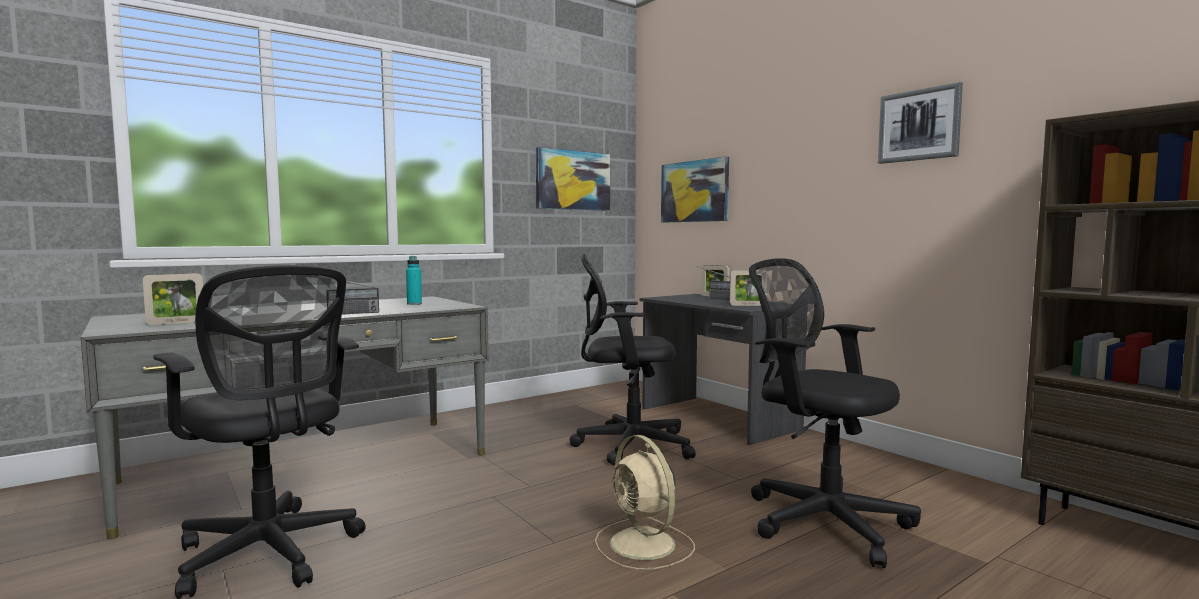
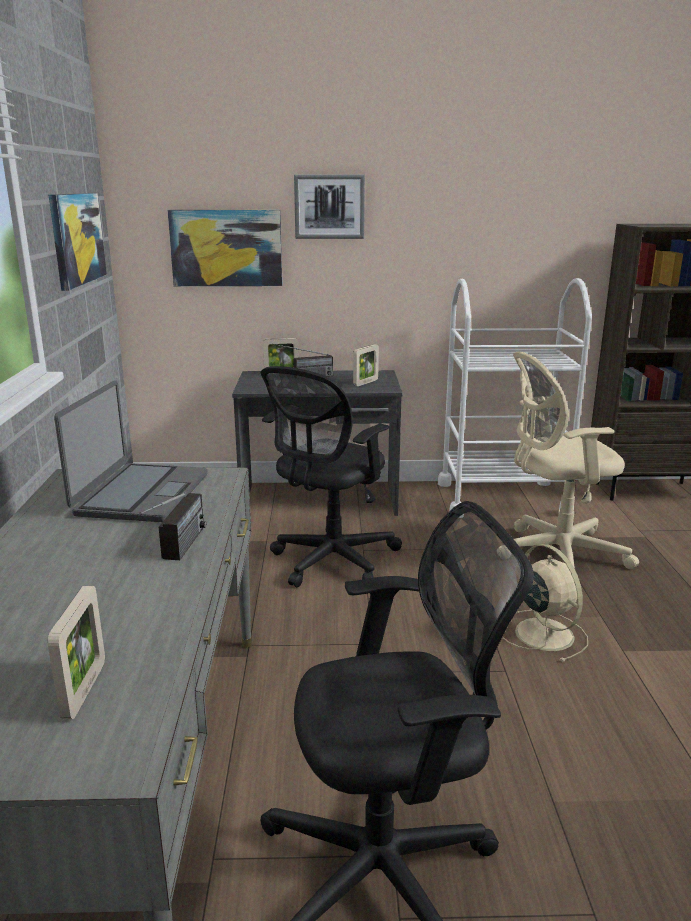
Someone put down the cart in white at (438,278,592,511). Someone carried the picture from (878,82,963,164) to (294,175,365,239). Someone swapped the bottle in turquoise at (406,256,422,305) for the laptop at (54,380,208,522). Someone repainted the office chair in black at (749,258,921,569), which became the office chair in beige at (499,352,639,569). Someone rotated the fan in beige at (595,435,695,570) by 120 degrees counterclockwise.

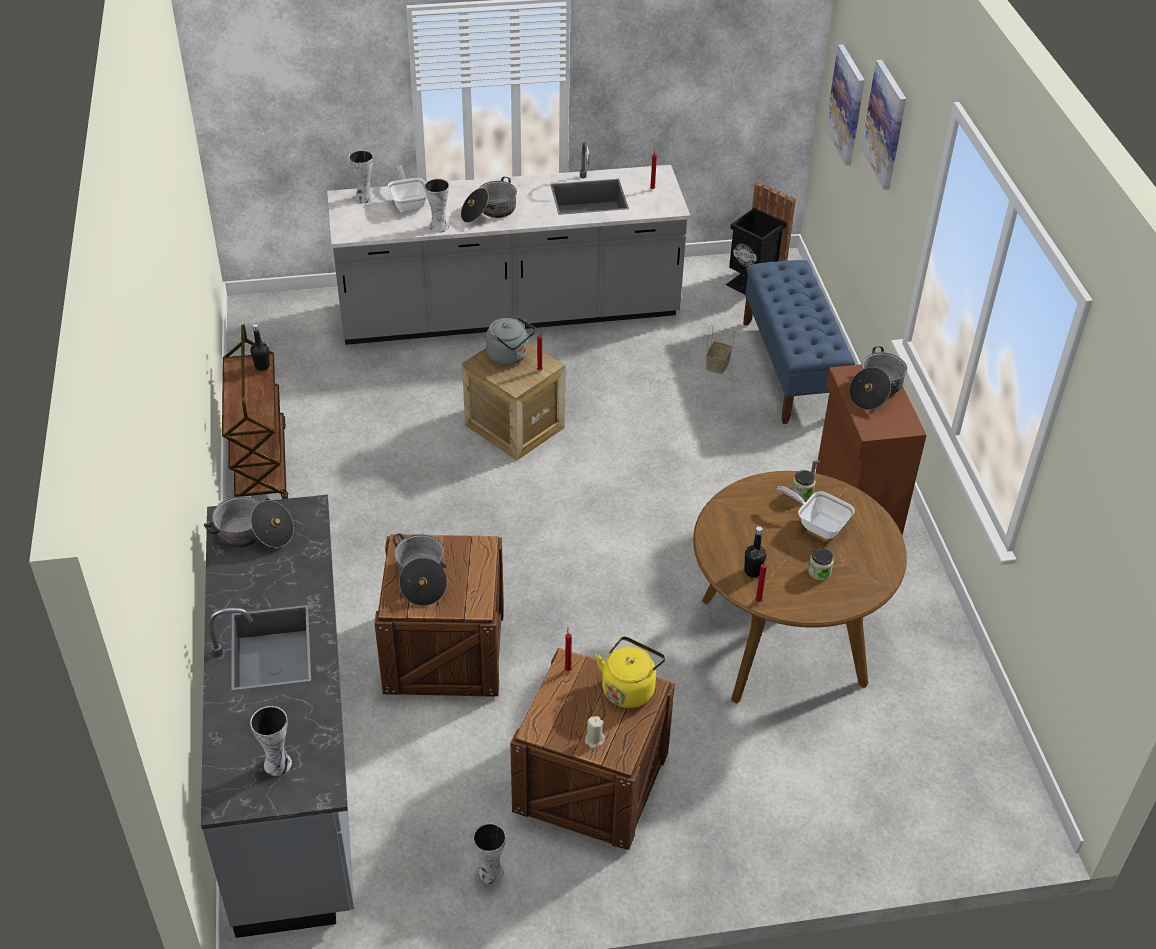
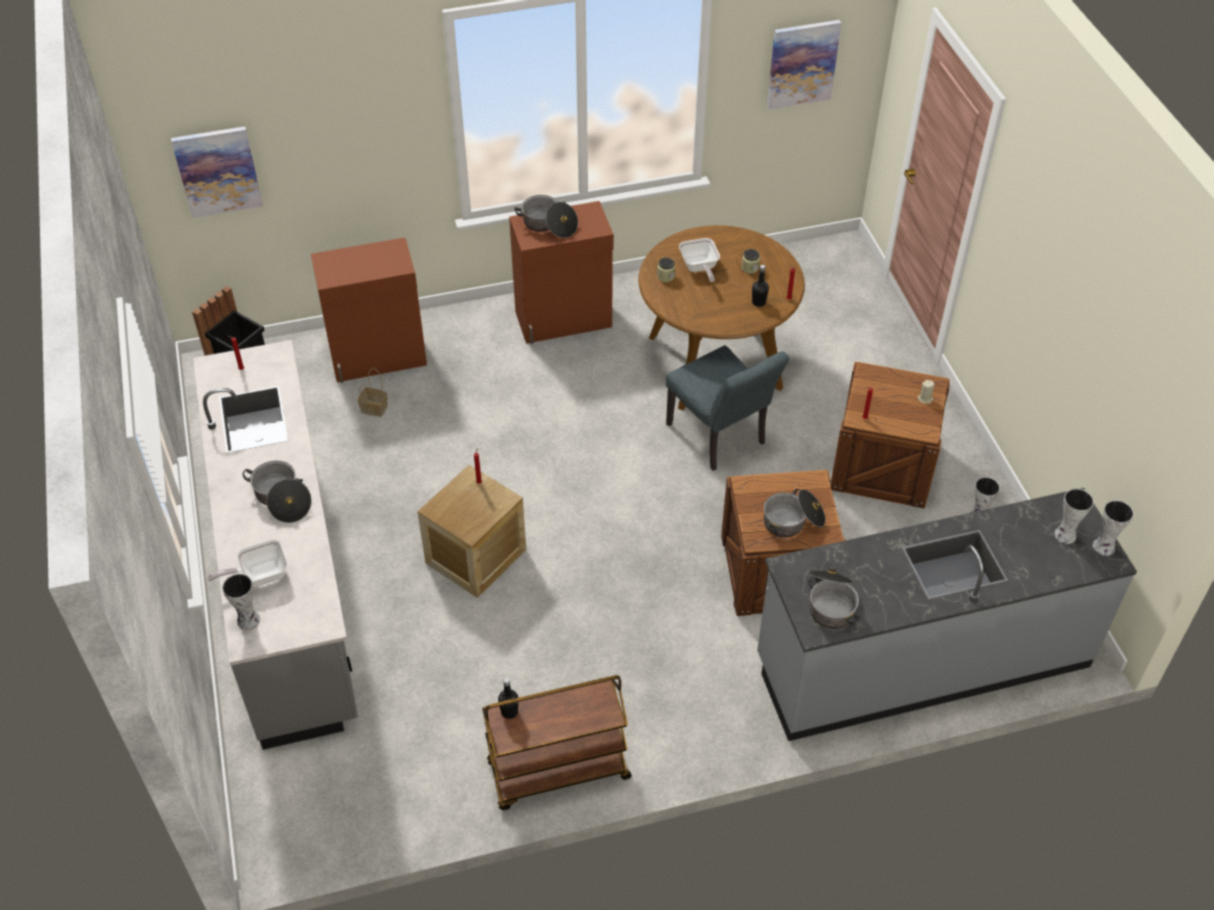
Someone took away the kettle in grey at (486,317,536,365). Someone took away the kettle in yellow at (596,636,665,708). Someone put down the chair in grey at (666,345,789,471). Someone carried the vase from (425,178,449,233) to (1093,500,1134,556). Someone carried the picture from (861,60,906,190) to (767,20,841,110). Someone swapped the bench in blue at (743,260,855,424) for the cabinet in brown at (311,237,427,383). Someone rotated the frying pan at (776,486,855,539) by 45 degrees counterclockwise.

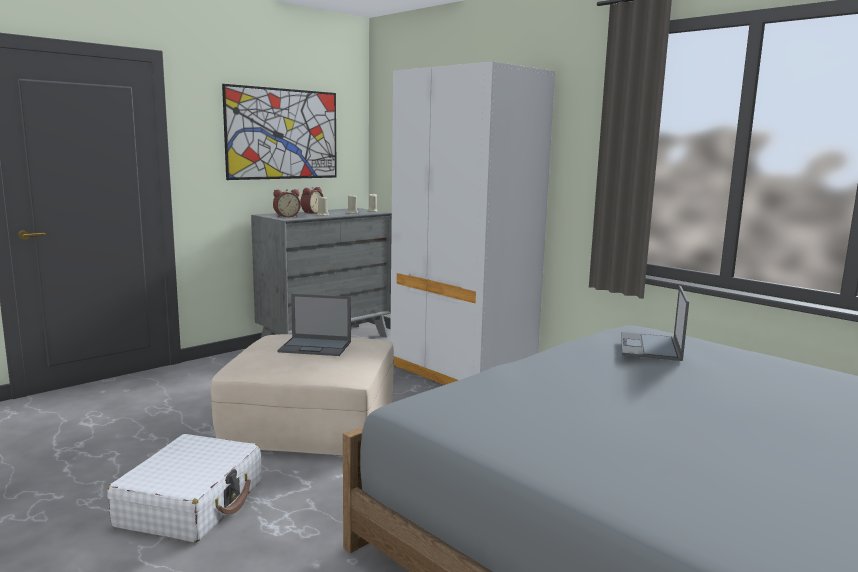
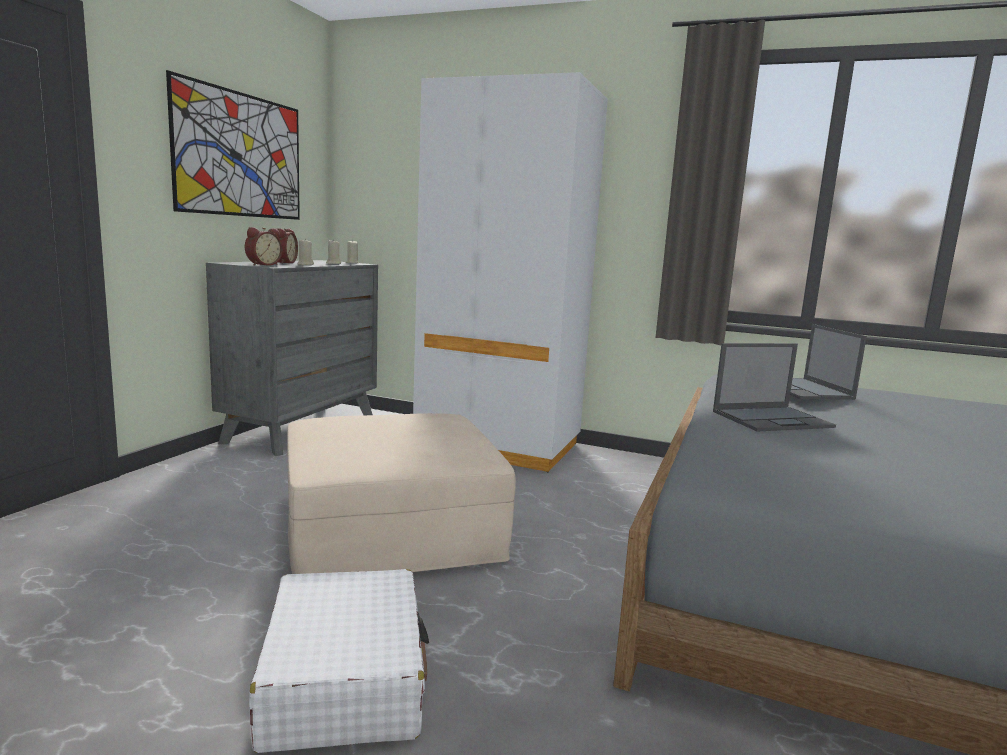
Someone carried the laptop from (277,294,351,356) to (713,343,836,432).

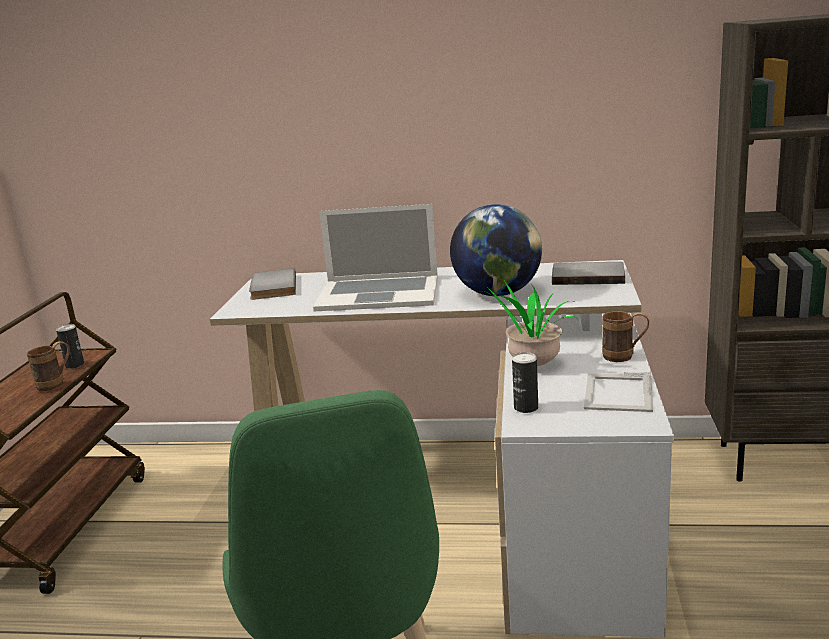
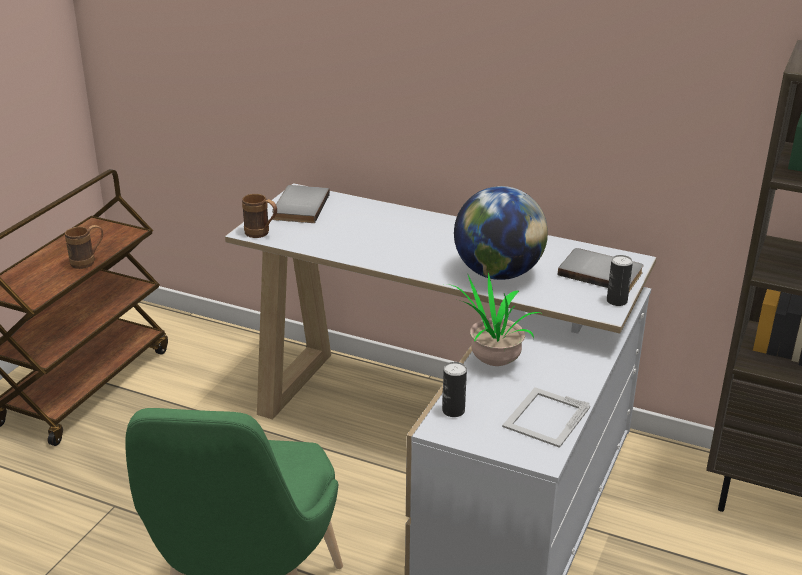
Someone took away the laptop at (313,204,438,311). Someone carried the can from (56,324,84,369) to (607,255,633,306). Someone carried the mug in brown from (602,311,649,362) to (242,194,277,238).

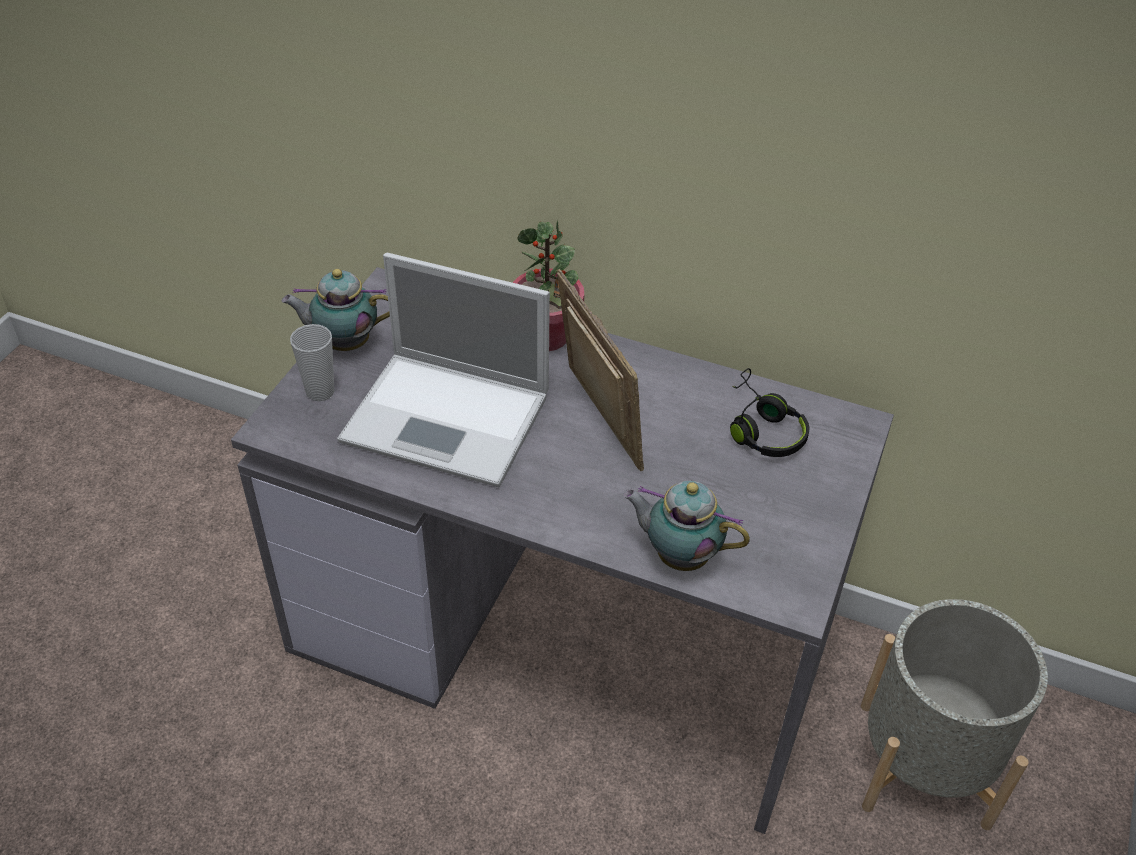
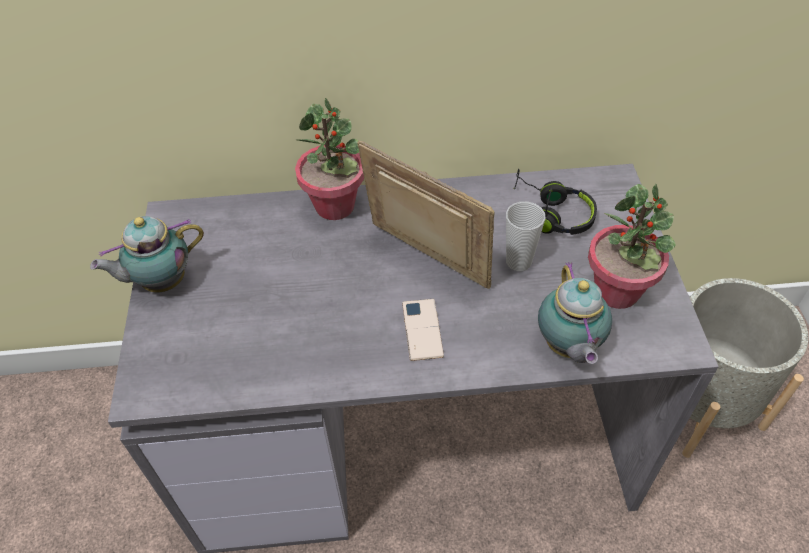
Someone took away the laptop at (337,252,550,487). Someone put down the phone at (402,299,444,361). Someone put down the potted plant at (588,184,676,309). Someone carried the cup from (290,324,335,401) to (506,201,546,271). Someone rotated the teapot at (623,481,750,571) by 90 degrees counterclockwise.

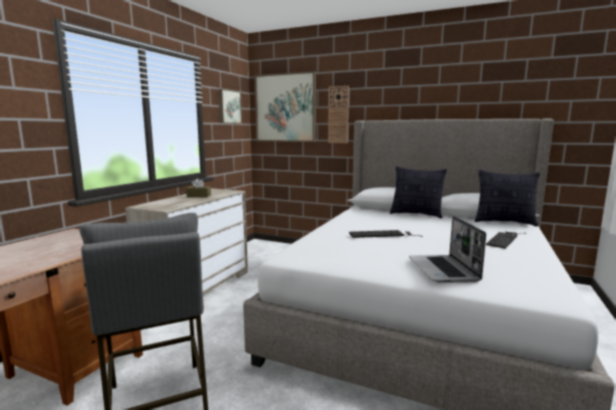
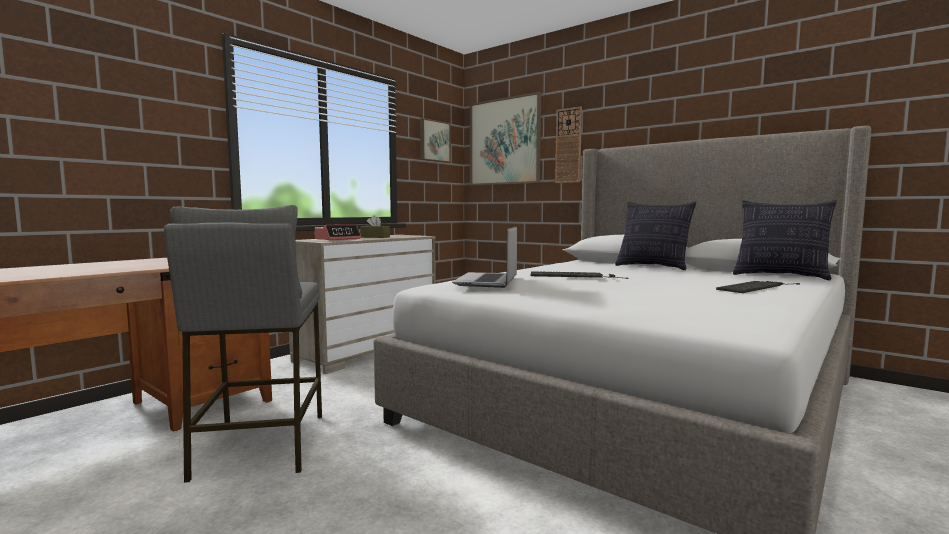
Someone put down the alarm clock at (315,224,361,240). Someone carried the laptop from (409,216,486,283) to (452,226,517,288).

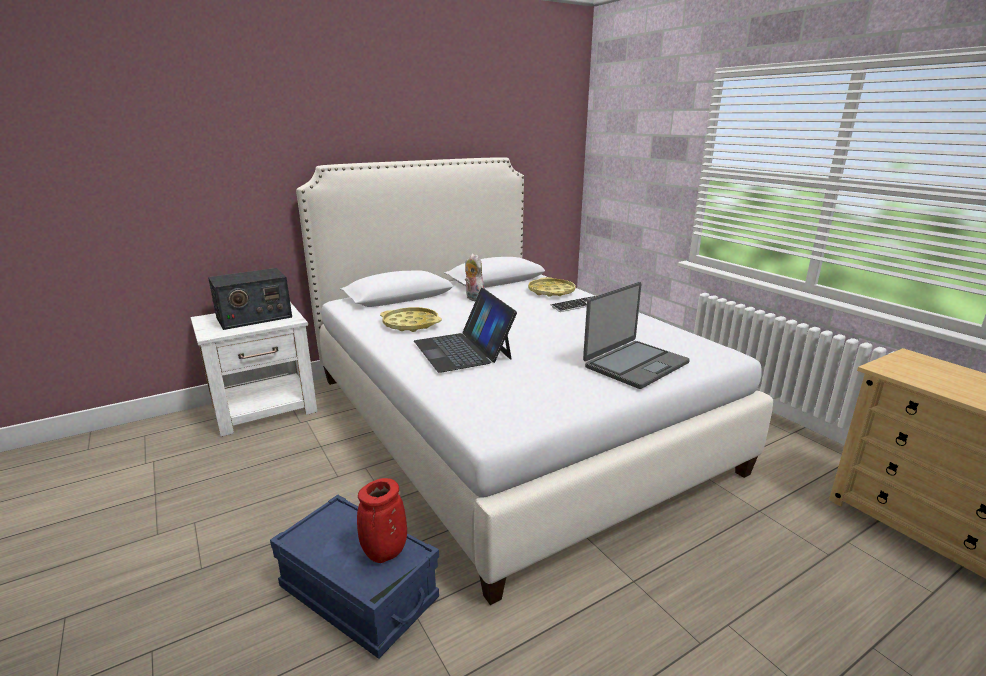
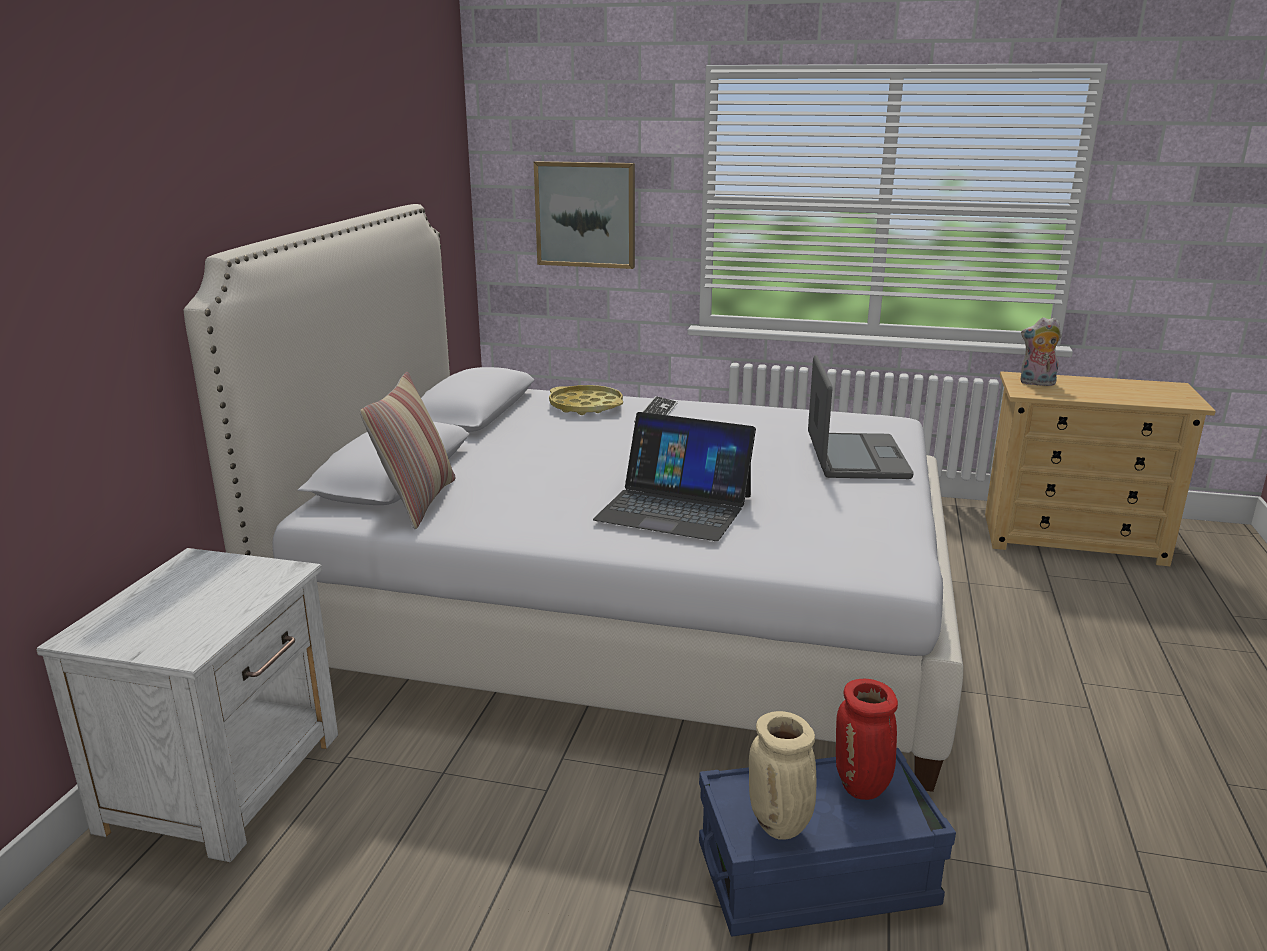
Someone took away the radio at (208,268,292,330). Someone took away the tray in yellow at (380,307,442,332). Someone put down the pillow at (360,372,456,529). Someone put up the picture at (534,161,635,269). Someone put down the vase in beige at (749,711,816,840). Someone carried the plush toy from (465,254,485,301) to (1020,317,1062,386).

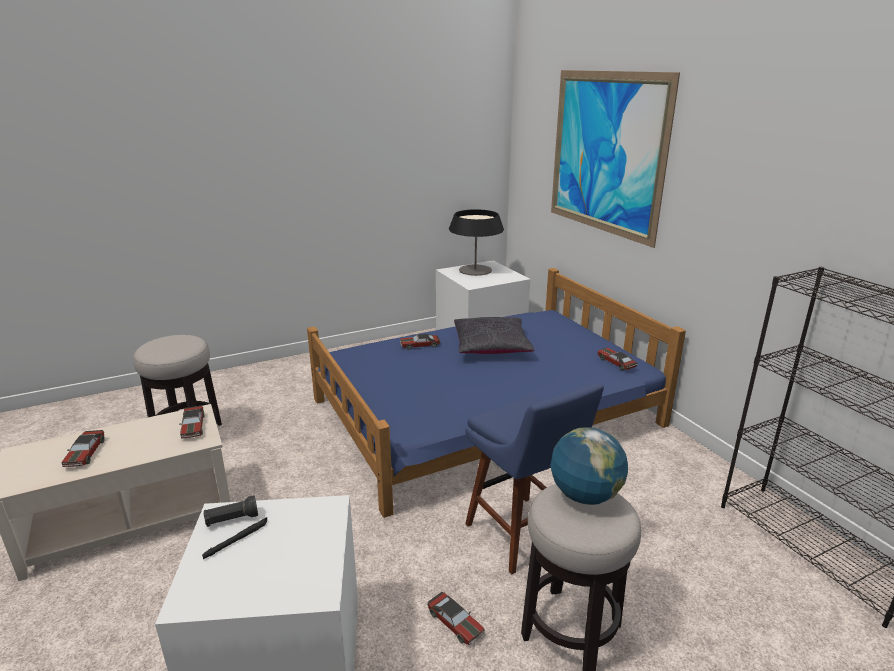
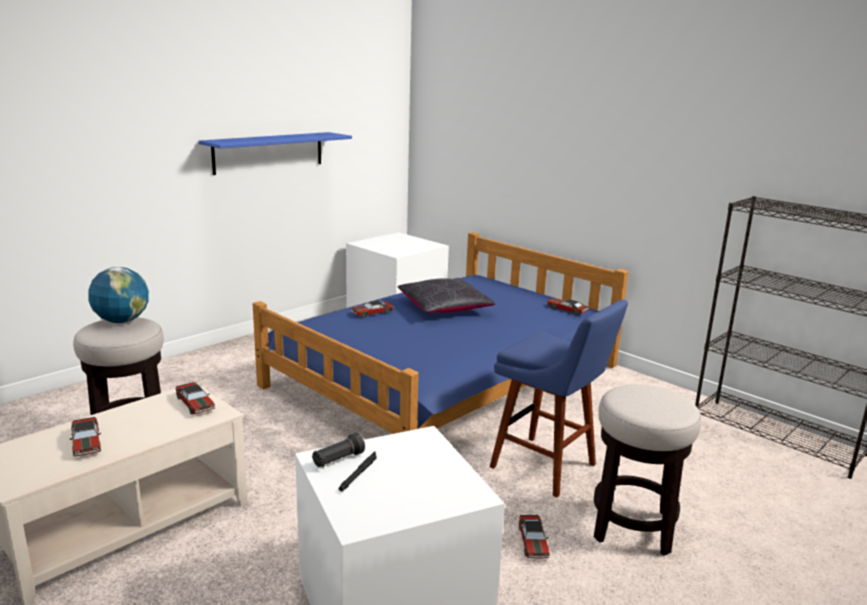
Someone took away the table lamp at (449,209,504,276). Someone took away the picture at (551,70,680,248). Someone put up the shelf in blue at (198,132,352,175). Someone carried the globe from (550,427,628,505) to (88,267,149,323). Someone rotated the toy car at (427,592,485,645) by 60 degrees clockwise.

